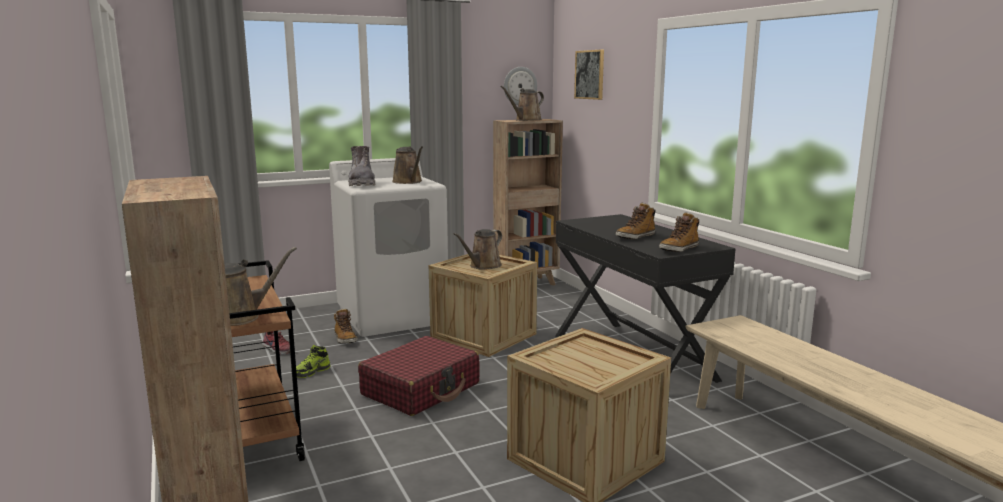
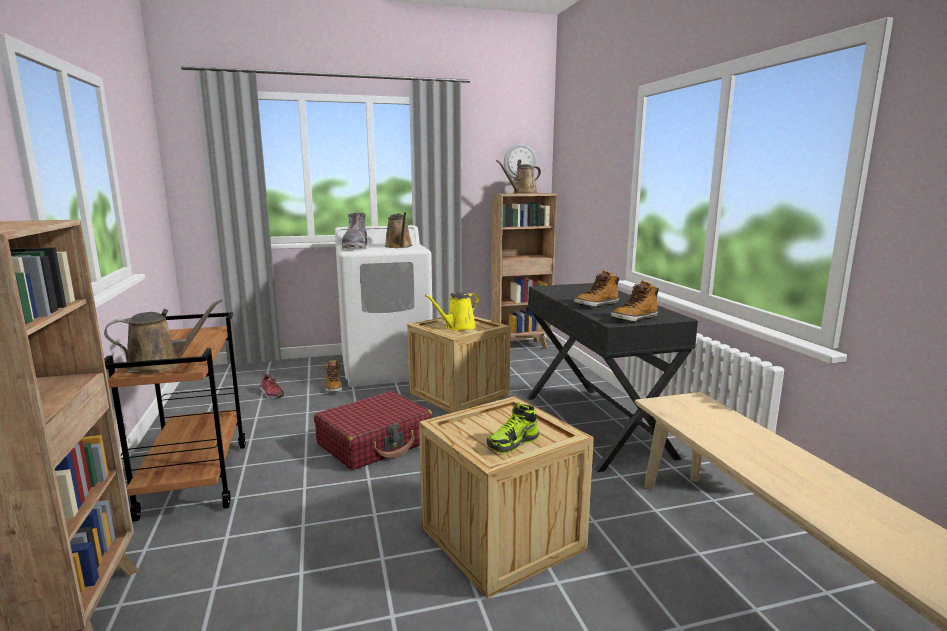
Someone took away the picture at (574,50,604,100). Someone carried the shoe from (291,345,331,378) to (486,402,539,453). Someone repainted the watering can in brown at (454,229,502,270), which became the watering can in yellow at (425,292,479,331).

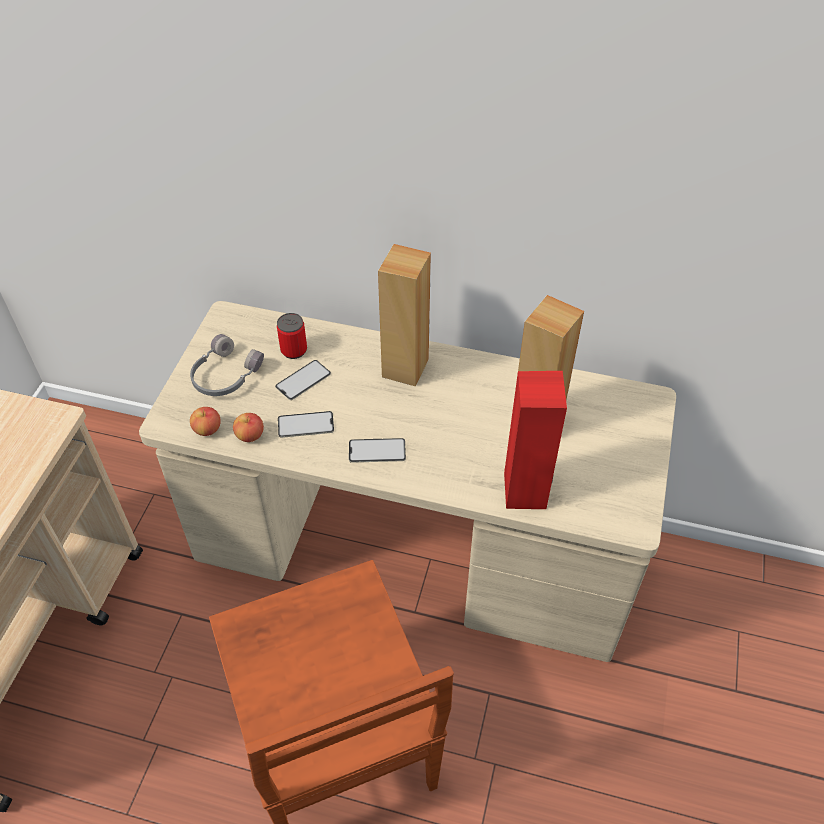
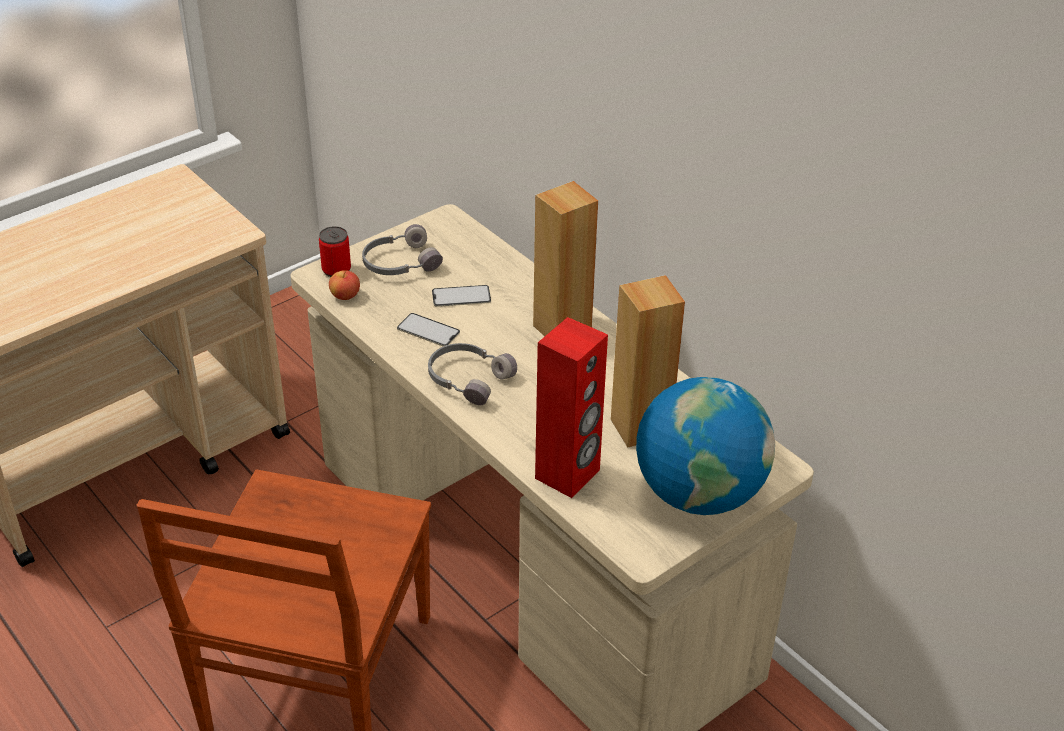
Someone took away the apple at (233,413,264,442). Someone put down the globe at (636,377,775,515). Someone carried the can from (277,313,307,359) to (319,226,351,277). Someone swapped the phone at (349,438,406,463) for the headphones in grey at (428,343,517,405).

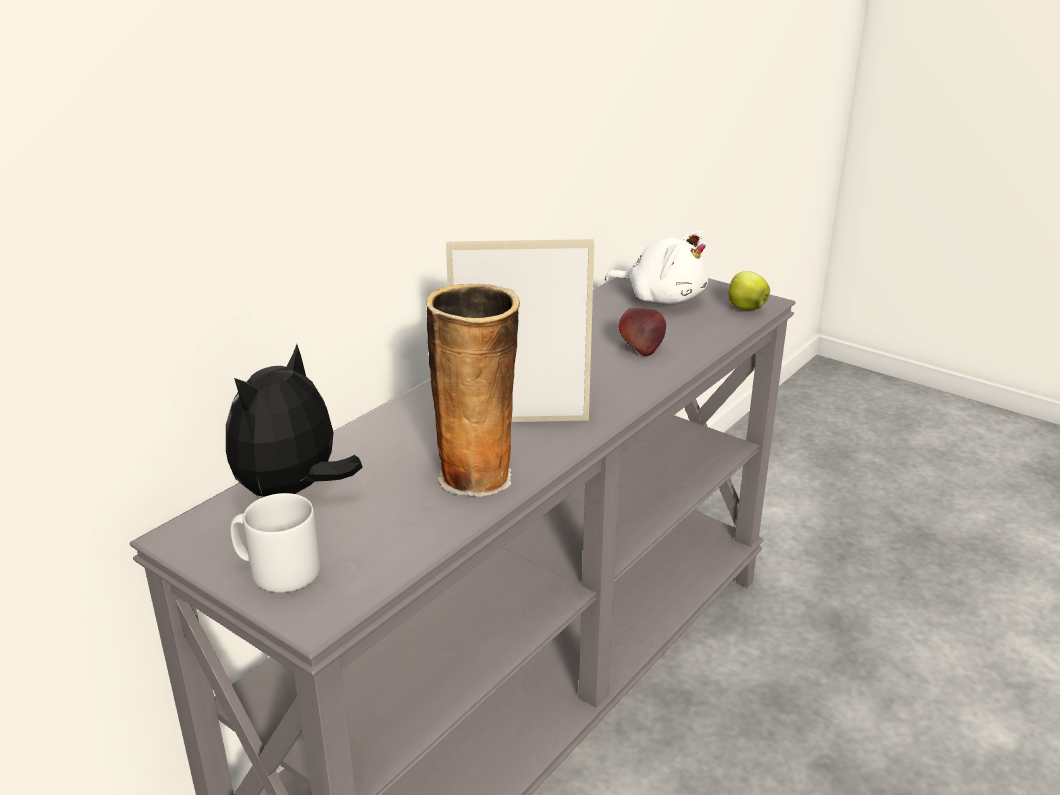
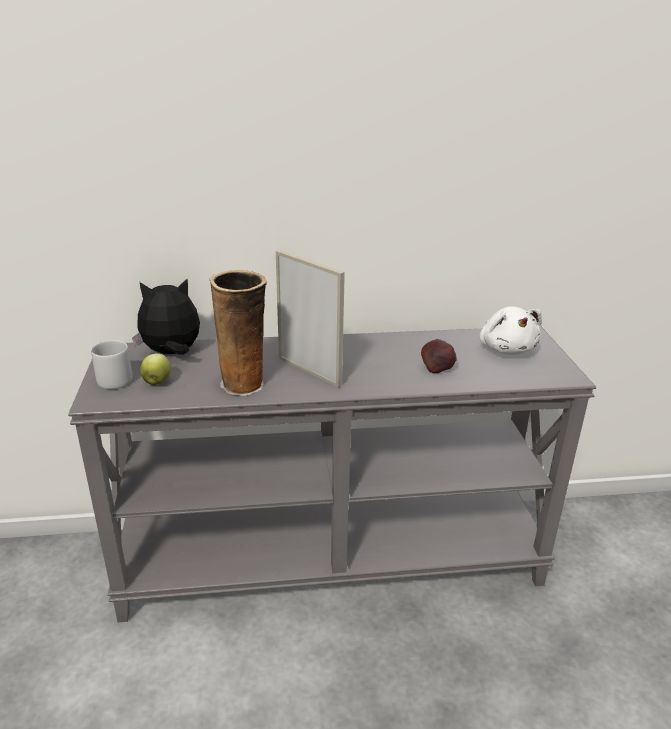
Someone carried the apple from (728,271,770,310) to (140,353,171,385).

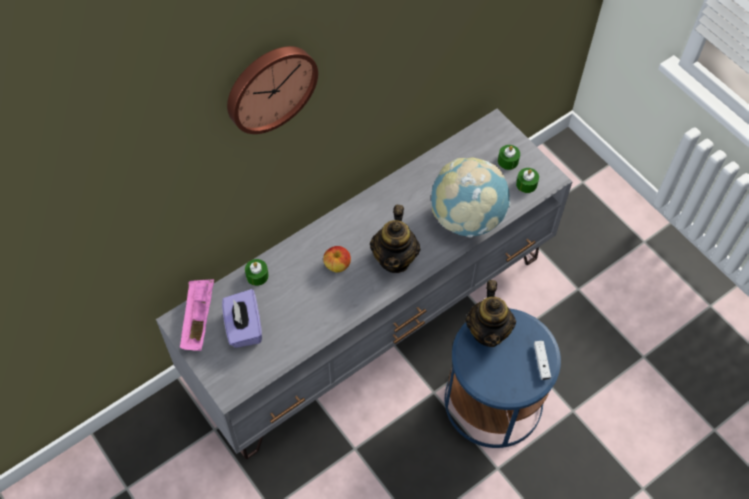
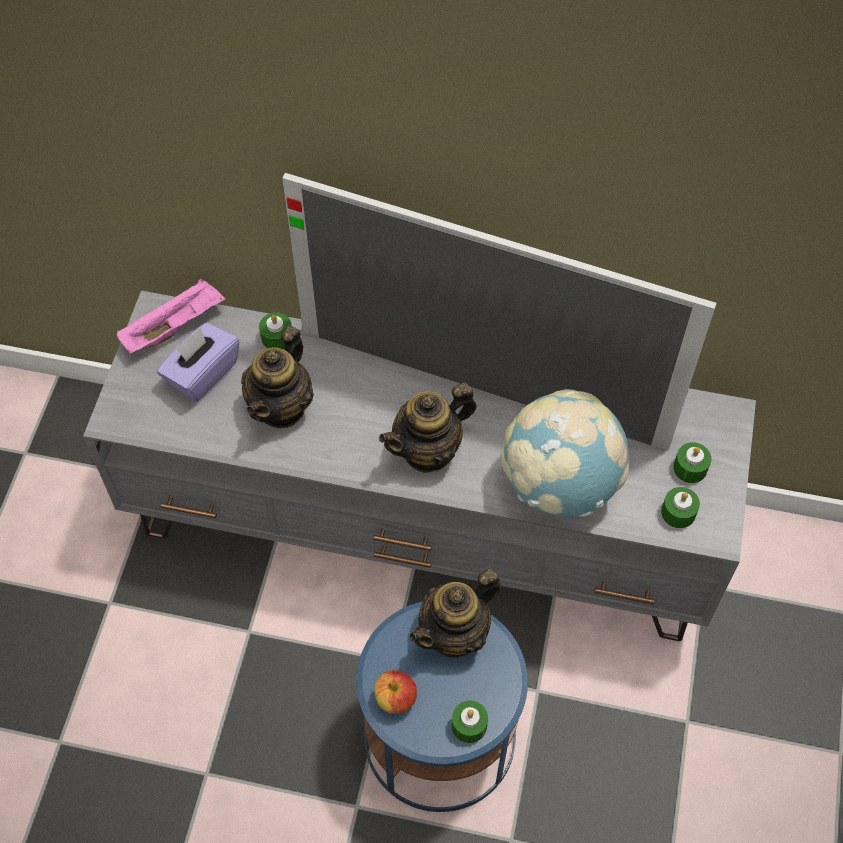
Someone took away the wall clock at (227,46,318,134). Someone put down the teapot at (241,326,314,428). Someone put down the television at (282,173,717,451). Someone carried the apple from (323,246,351,273) to (374,670,417,714). Someone swapped the game controller in white at (534,341,551,380) for the candle in green at (452,701,488,743).

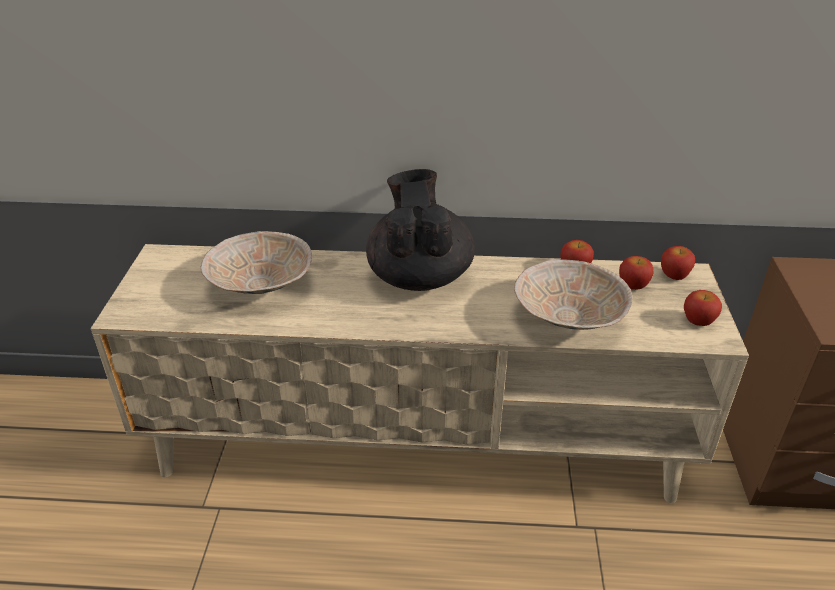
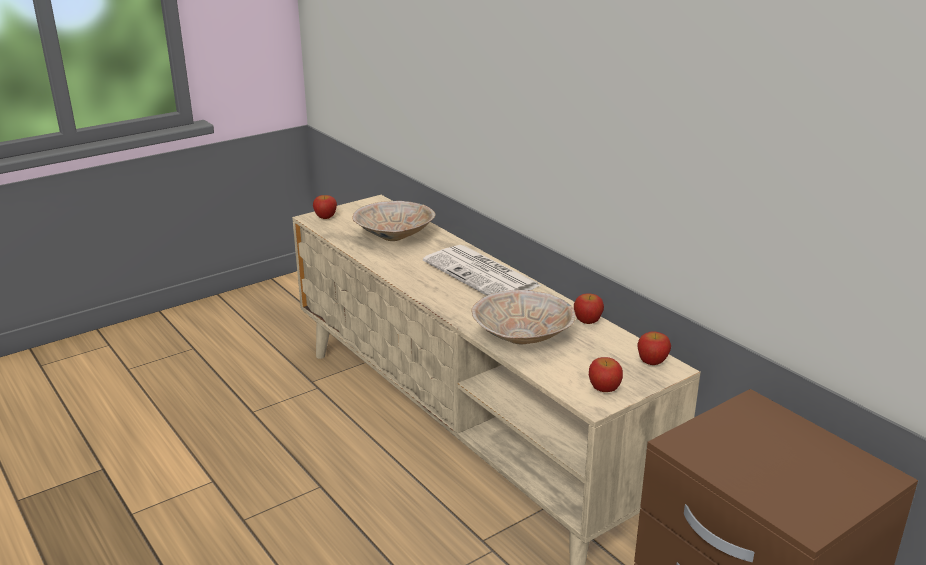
Someone carried the apple from (619,256,653,290) to (313,195,337,219). Someone swapped the teapot in black at (366,169,475,291) for the newspaper at (423,245,541,296).

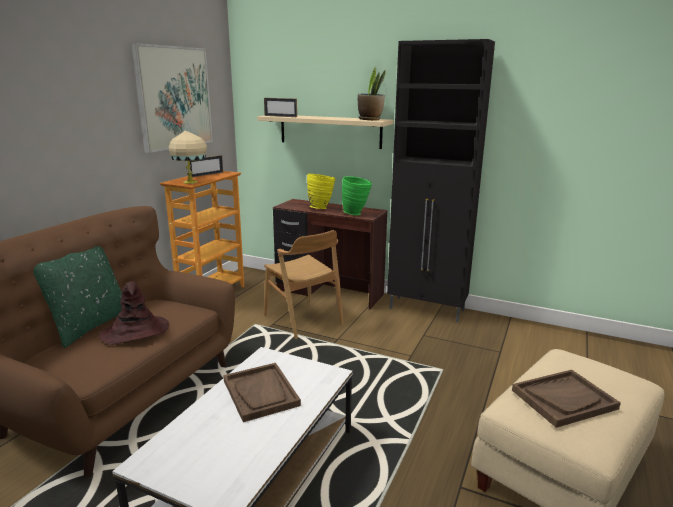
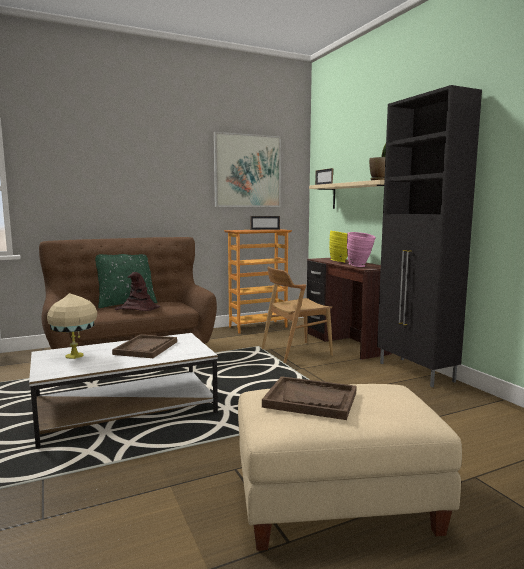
Someone carried the table lamp in beige from (169,130,207,184) to (47,293,97,359). Someone repainted the vase in green at (342,176,372,215), which became the vase in pink at (347,232,376,267). Someone rotated the chair in brown at (264,230,343,339) by 60 degrees clockwise.

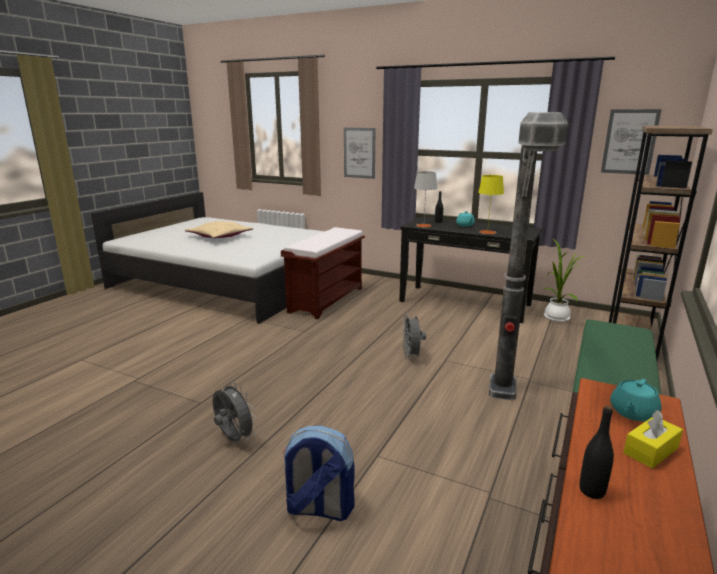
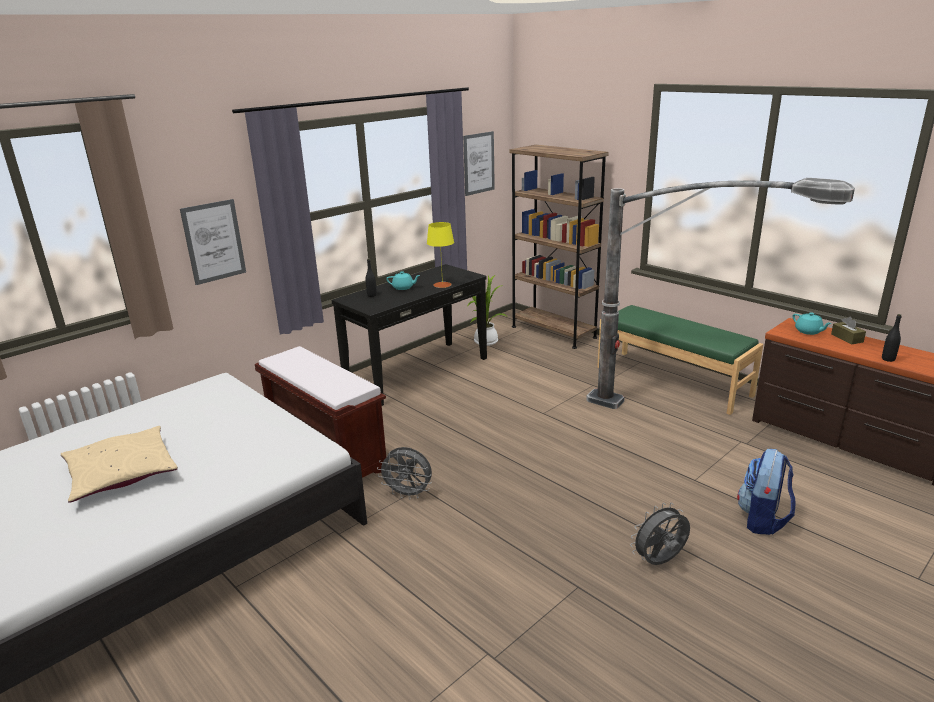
Someone took away the table lamp in grey at (414,171,438,227). Someone carried the fan in grey from (402,314,426,360) to (377,447,432,500). Someone repainted the tissue box in yellow at (623,410,683,469), which became the tissue box in brown at (831,317,866,345).

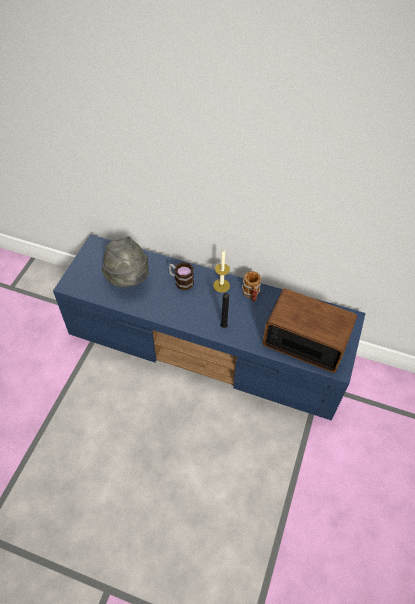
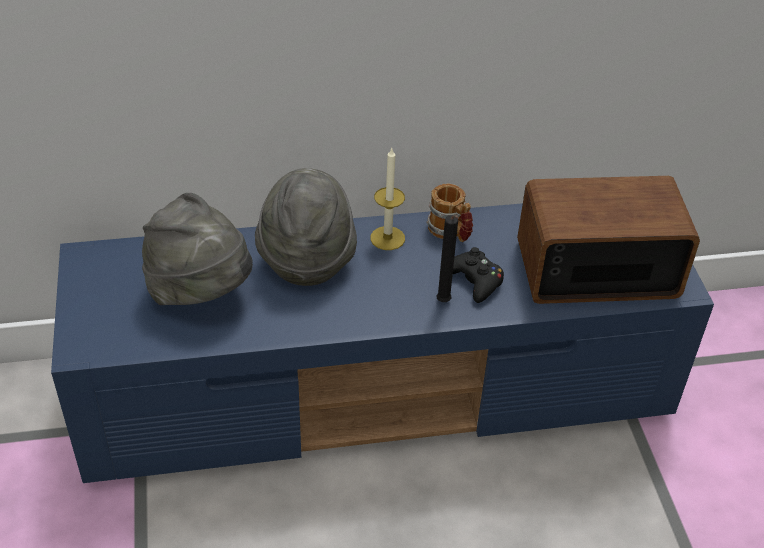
Someone put down the game controller in black at (453,247,504,303). Someone swapped the mug at (168,262,194,290) for the hat in grey at (255,168,357,286).

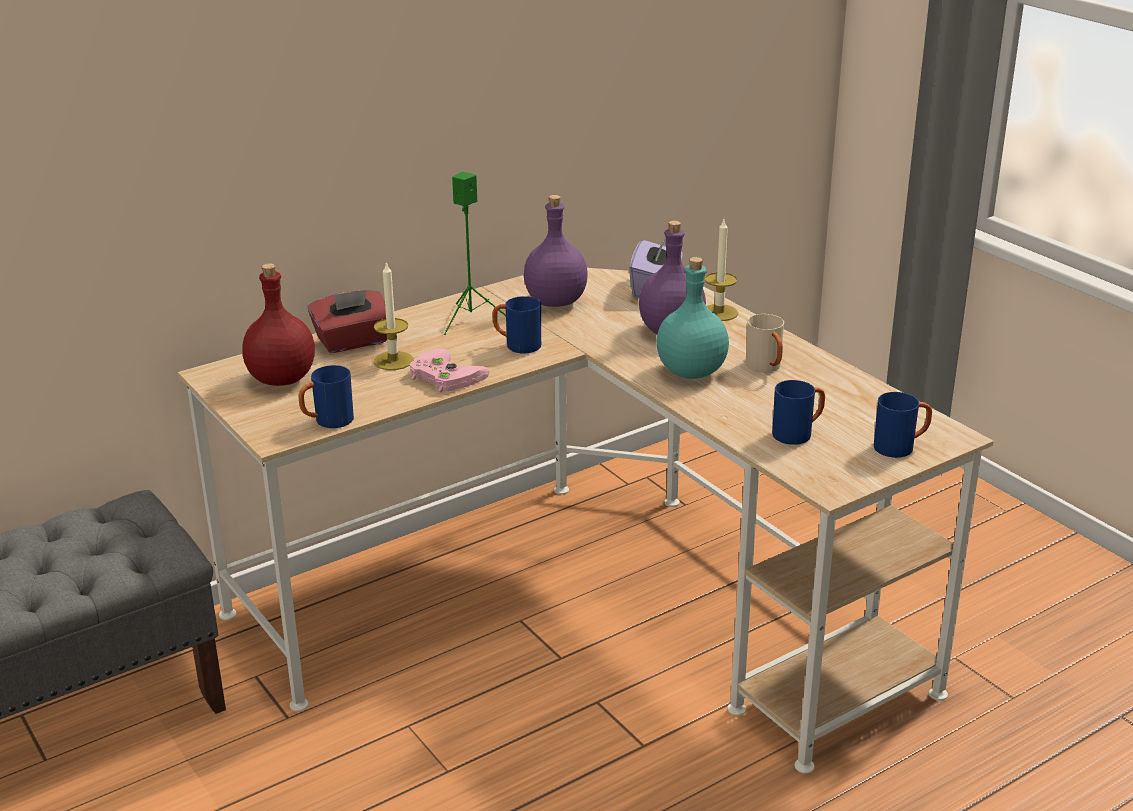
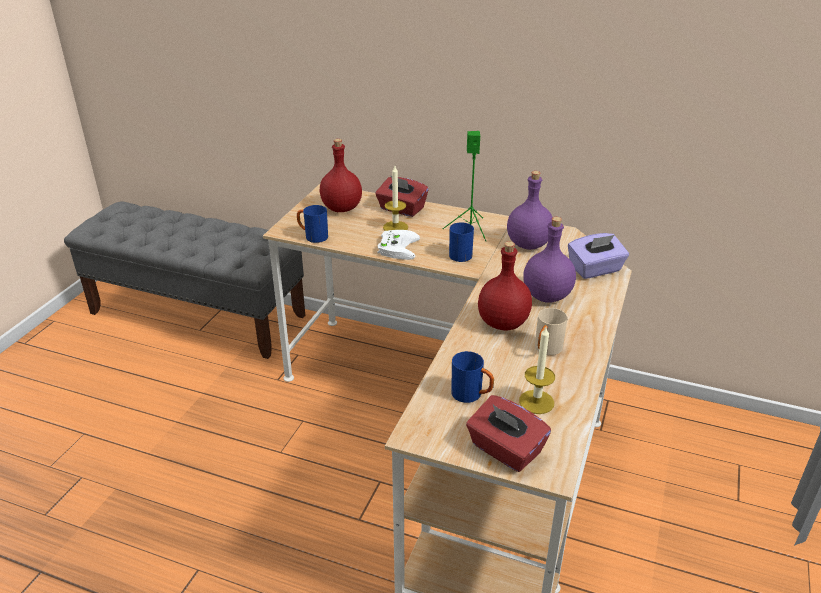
Someone carried the candle from (705,220,738,321) to (519,327,555,414). Someone swapped the mug in blue at (874,392,932,458) for the tissue box in red at (466,395,551,472). Someone repainted the game controller in pink at (409,349,489,393), which became the game controller in white at (377,230,420,260). Someone repainted the bottle in turquoise at (656,257,729,379), which became the bottle in red at (478,241,532,331).

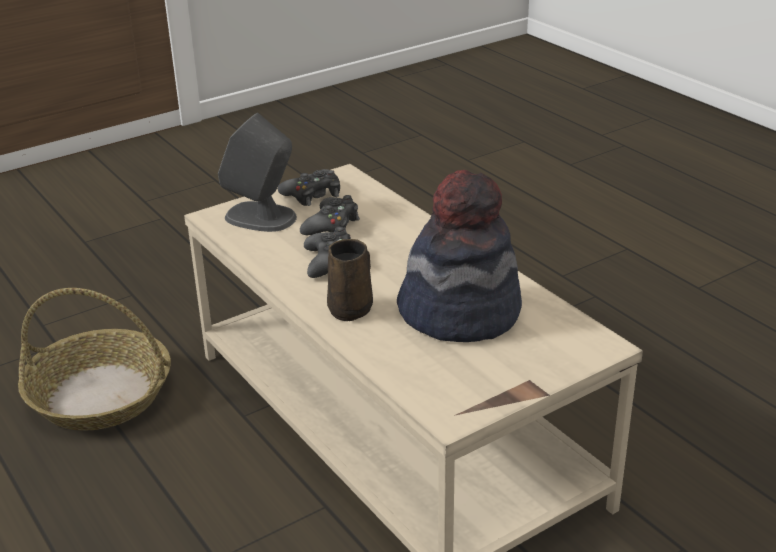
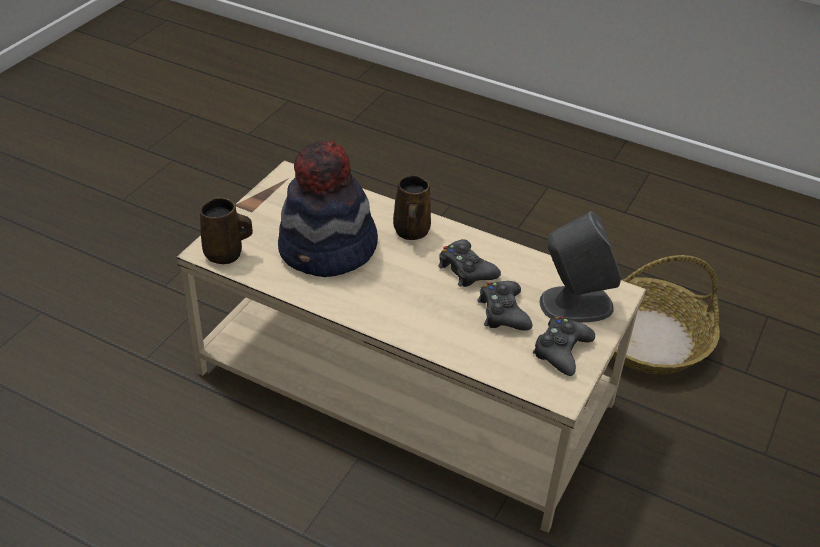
Someone put down the mug in brown at (200,197,253,264).

